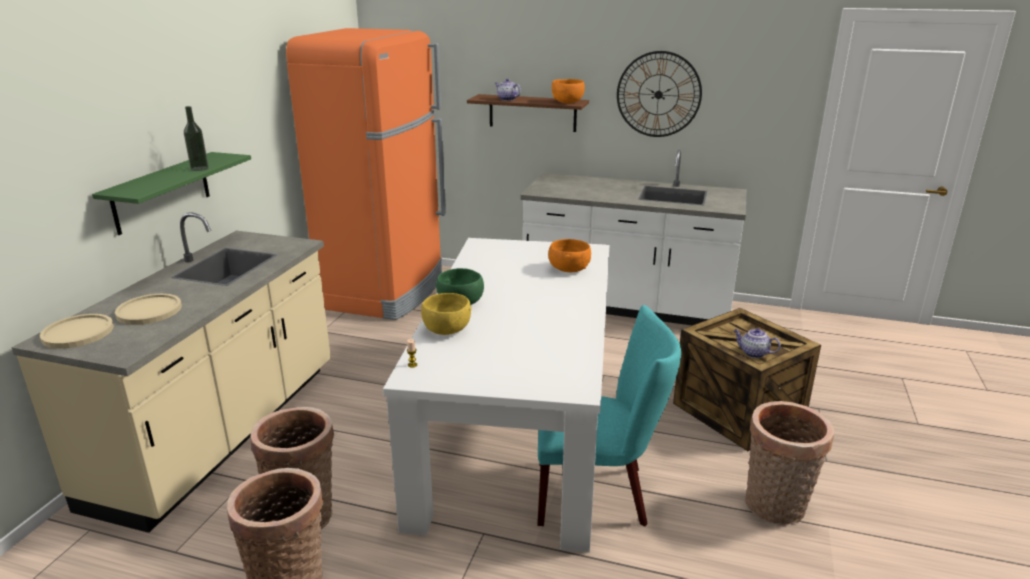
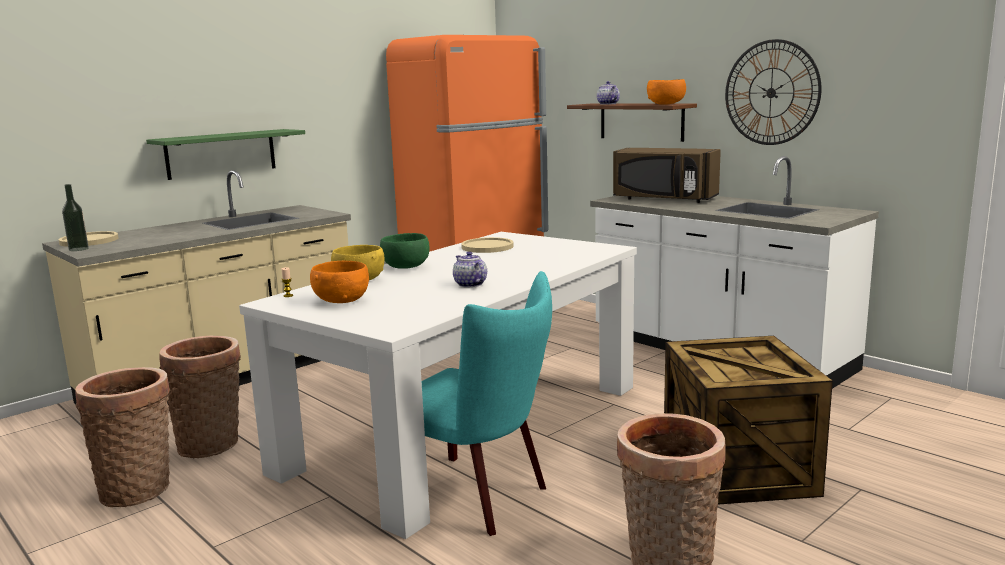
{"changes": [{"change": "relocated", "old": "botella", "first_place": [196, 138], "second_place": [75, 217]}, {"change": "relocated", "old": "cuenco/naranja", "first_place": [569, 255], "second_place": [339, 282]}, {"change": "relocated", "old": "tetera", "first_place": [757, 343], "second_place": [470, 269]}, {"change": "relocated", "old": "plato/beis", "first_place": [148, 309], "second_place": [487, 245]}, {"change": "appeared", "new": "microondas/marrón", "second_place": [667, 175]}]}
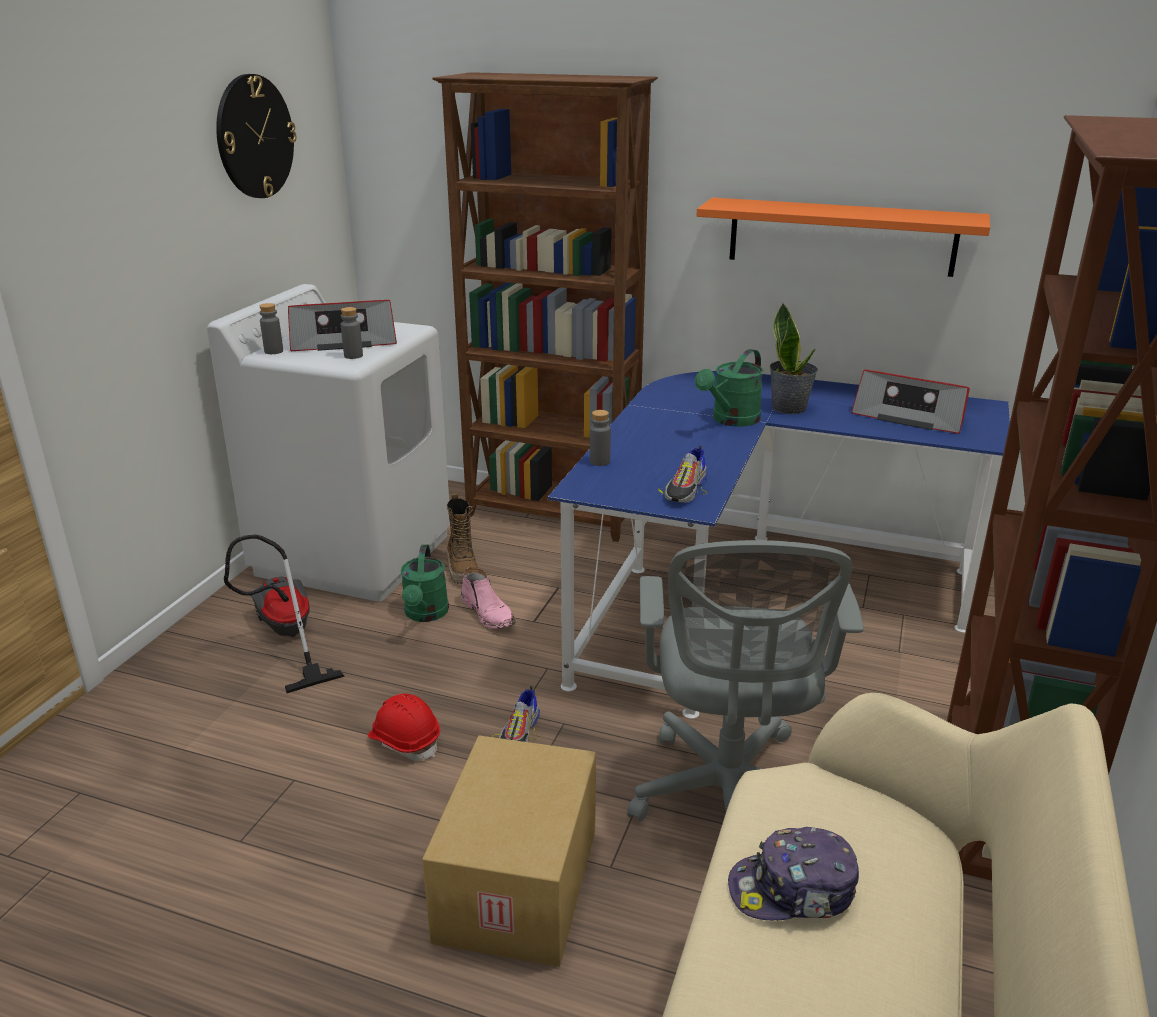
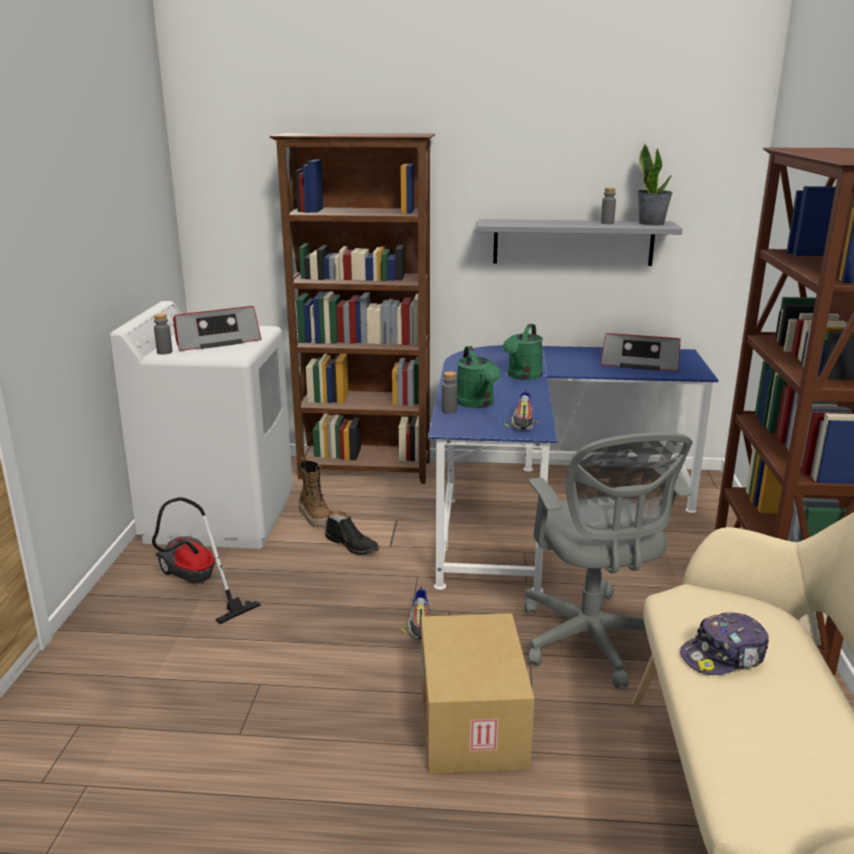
{"changes": [{"change": "colour", "old": "bota/rosa", "new": "bota/negro", "first_place": [488, 598], "second_place": [352, 533]}, {"change": "relocated", "old": "regadera/verde", "first_place": [425, 583], "second_place": [478, 377]}, {"change": "colour", "old": "estante/naranja", "new": "estante/gris", "first_place": [843, 237], "second_place": [580, 242]}, {"change": "relocated", "old": "botella/gris", "first_place": [352, 333], "second_place": [608, 206]}, {"change": "relocated", "old": "planta en maceta", "first_place": [793, 358], "second_place": [655, 185]}, {"change": "missing", "old": "reloj de pared", "first_place": [256, 136]}, {"change": "missing", "old": "casco/rojo", "first_place": [404, 727]}]}
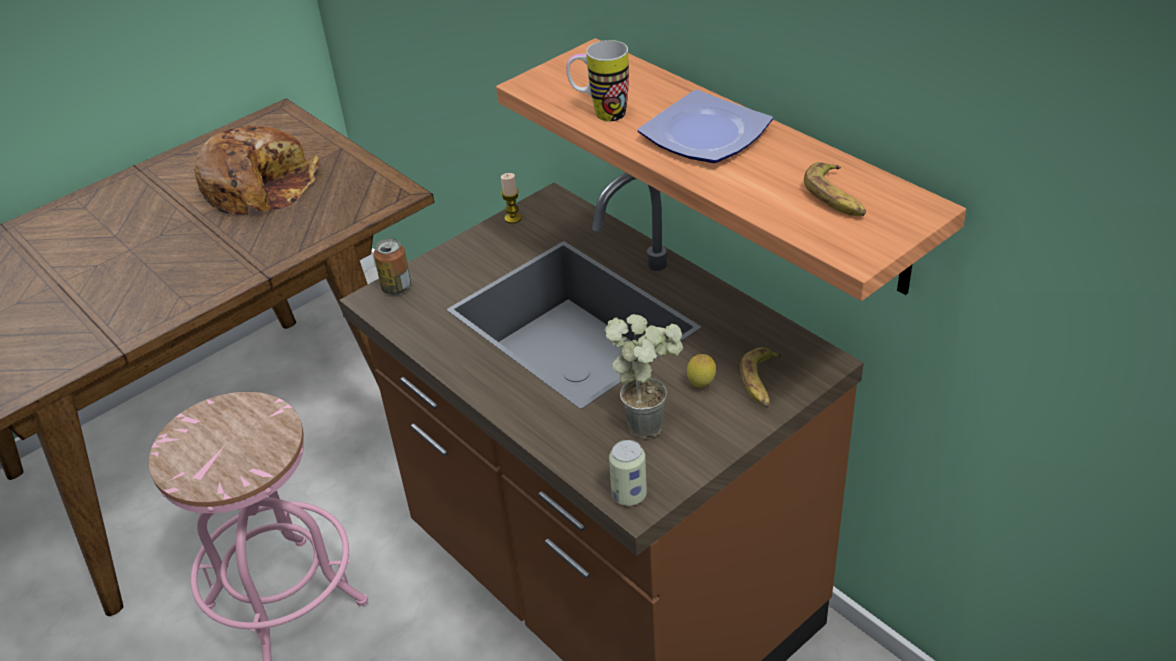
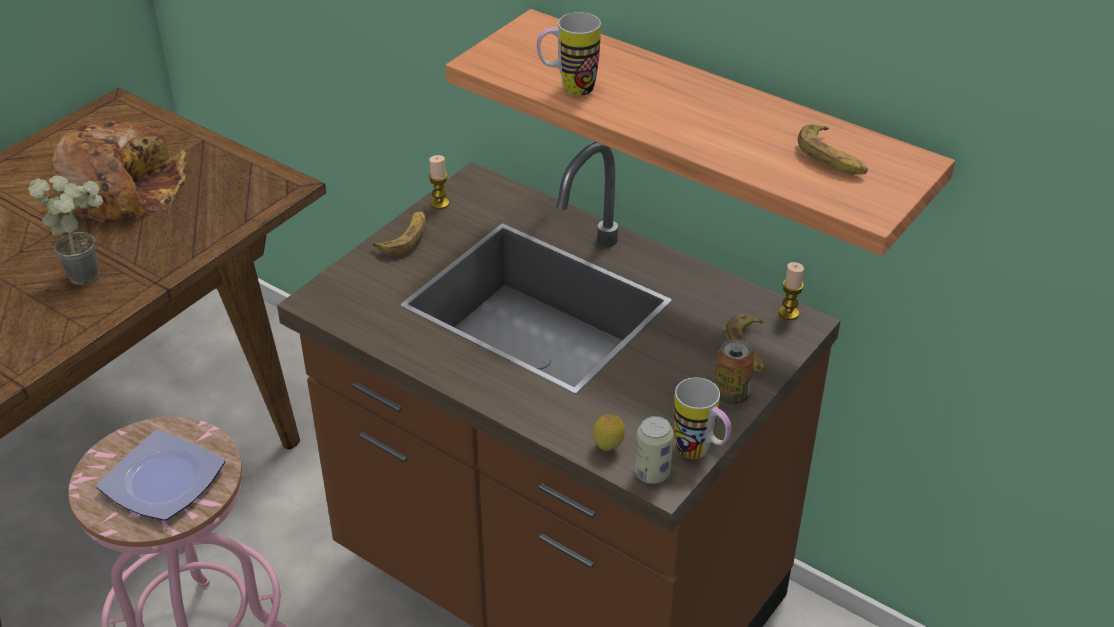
{"changes": [{"change": "relocated", "old": "planta en maceta", "first_place": [644, 376], "second_place": [65, 230]}, {"change": "relocated", "old": "plato", "first_place": [705, 126], "second_place": [160, 475]}, {"change": "appeared", "new": "plátano", "second_place": [399, 233]}, {"change": "relocated", "old": "limón", "first_place": [701, 371], "second_place": [609, 432]}, {"change": "appeared", "new": "taza grande", "second_place": [702, 418]}, {"change": "relocated", "old": "lata", "first_place": [392, 266], "second_place": [734, 371]}, {"change": "appeared", "new": "vela", "second_place": [791, 291]}]}
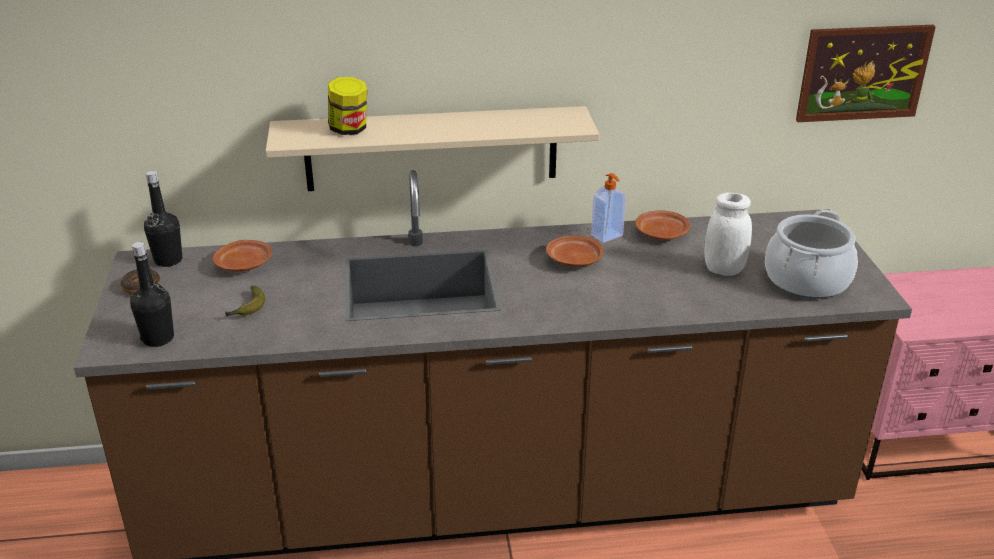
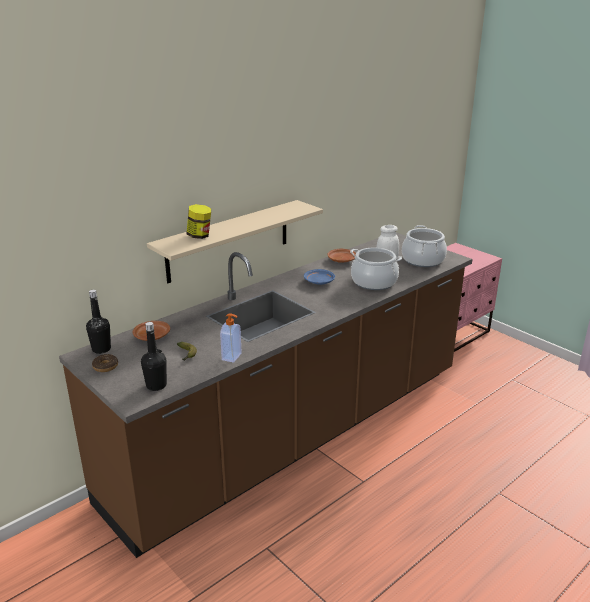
{"changes": [{"change": "relocated", "old": "dispensador de jabón", "first_place": [608, 208], "second_place": [230, 338]}, {"change": "colour", "old": "plato/marrón", "new": "plato/azul", "first_place": [575, 251], "second_place": [319, 277]}, {"change": "appeared", "new": "olla", "second_place": [376, 269]}, {"change": "missing", "old": "cuadro", "first_place": [866, 73]}]}
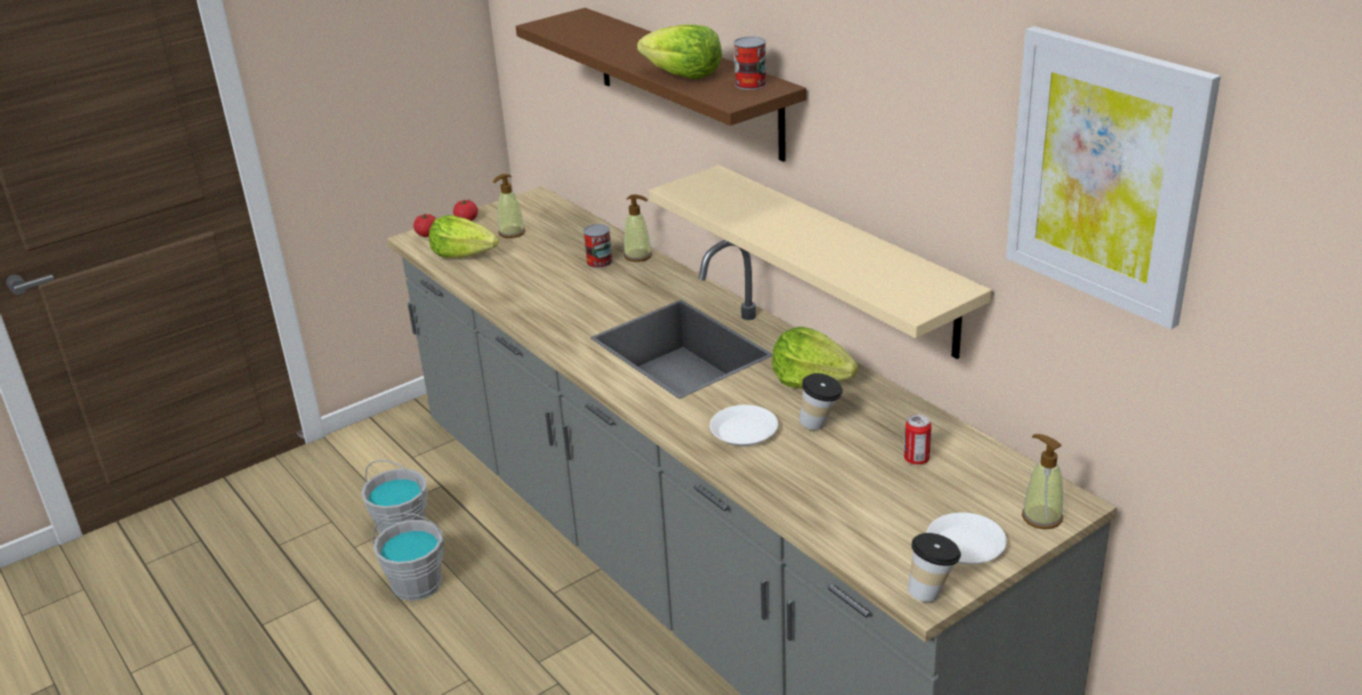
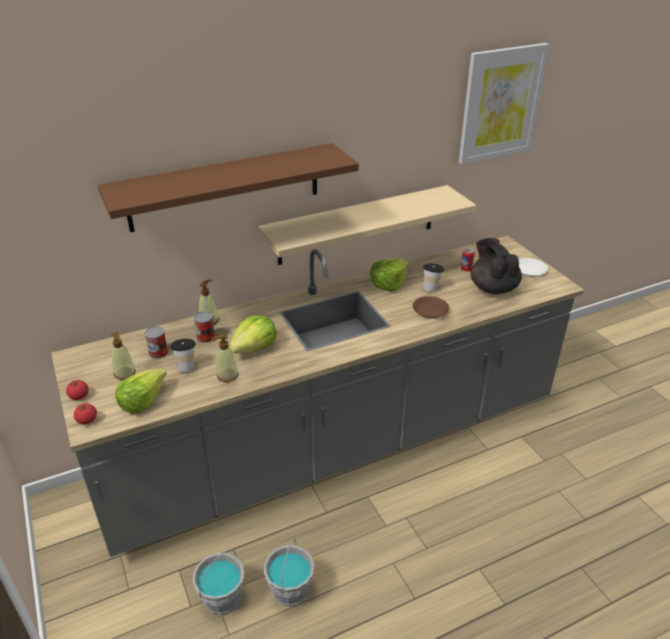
{"changes": [{"change": "relocated", "old": "lata", "first_place": [750, 63], "second_place": [156, 342]}, {"change": "relocated", "old": "taza", "first_place": [934, 567], "second_place": [182, 355]}, {"change": "relocated", "old": "dispensador de jabón", "first_place": [1042, 481], "second_place": [224, 358]}, {"change": "relocated", "old": "lechuga", "first_place": [679, 52], "second_place": [253, 334]}, {"change": "colour", "old": "plato/blanco", "new": "plato/marrón", "first_place": [744, 425], "second_place": [431, 307]}, {"change": "appeared", "new": "tetera/negro", "second_place": [496, 266]}]}
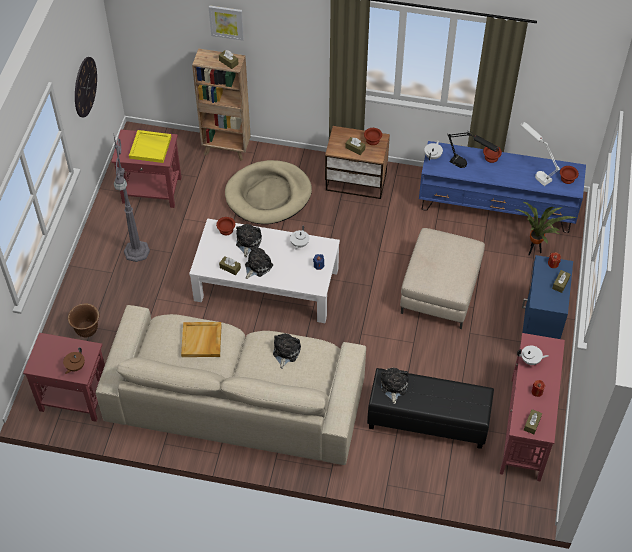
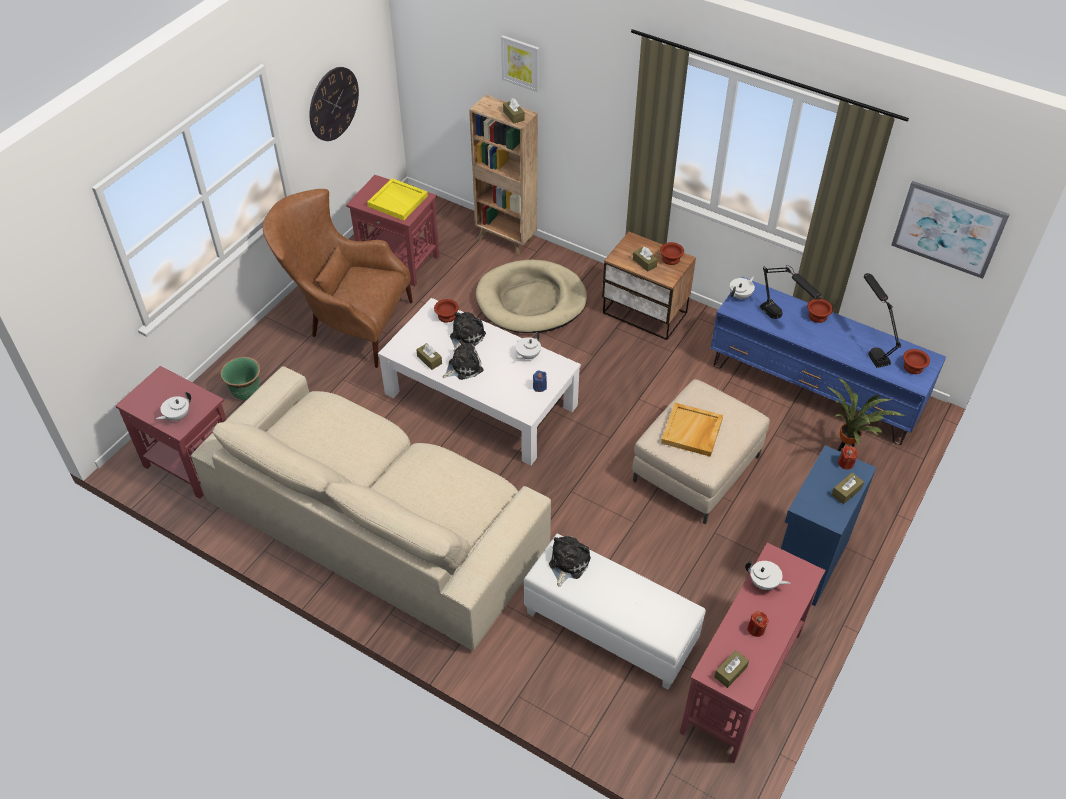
{"changes": [{"change": "colour", "old": "tetera/marrón", "new": "tetera/blanco", "first_place": [74, 360], "second_place": [173, 406]}, {"change": "colour", "old": "maceta/marrón", "new": "maceta/verde", "first_place": [84, 320], "second_place": [240, 378]}, {"change": "exchanged", "old": "lámpara de pie/gris", "new": "sillón/marrón", "first_place": [132, 199], "second_place": [338, 278]}, {"change": "colour", "old": "puf/negro", "new": "puf/blanco", "first_place": [430, 408], "second_place": [615, 611]}, {"change": "relocated", "old": "bandeja/beis", "first_place": [201, 339], "second_place": [692, 430]}, {"change": "colour", "old": "lámpara de mesa/blanco", "new": "lámpara de mesa/negro", "first_place": [540, 154], "second_place": [882, 320]}, {"change": "appeared", "new": "cuadro", "second_place": [950, 230]}, {"change": "missing", "old": "peluche", "first_place": [287, 351]}]}
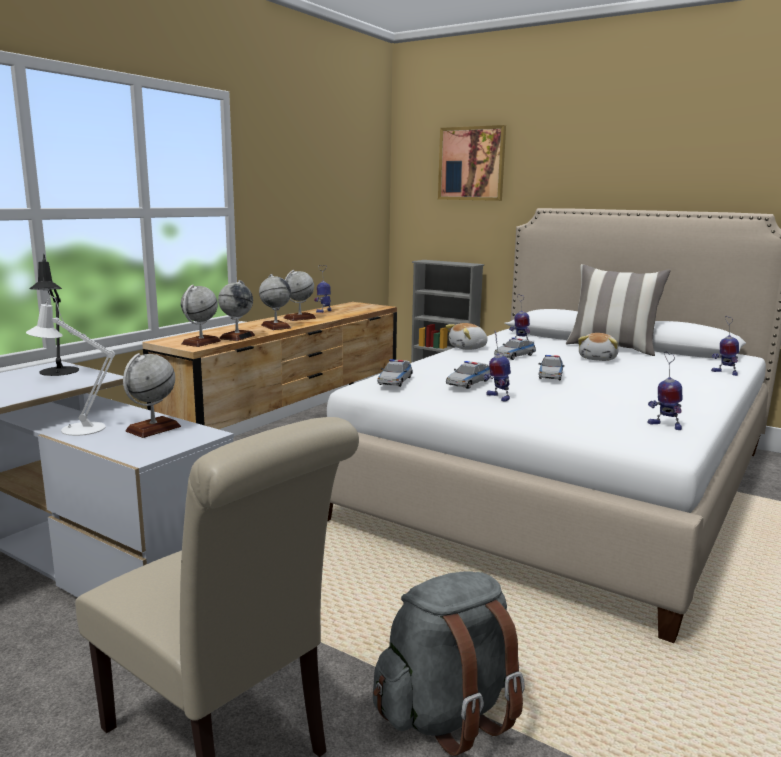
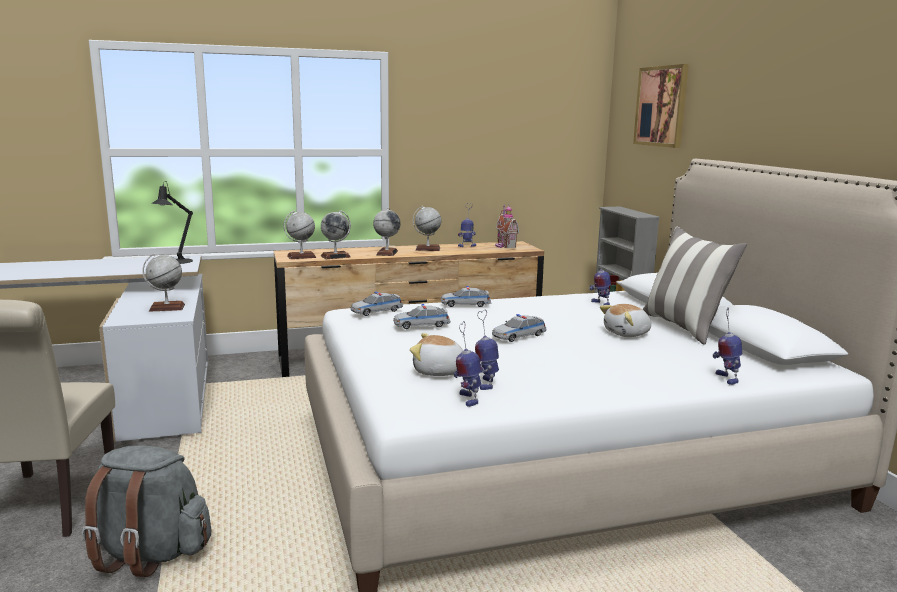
{"changes": [{"change": "relocated", "old": "peluche", "first_place": [466, 336], "second_place": [437, 354]}, {"change": "relocated", "old": "coche de juguete", "first_place": [515, 348], "second_place": [466, 296]}, {"change": "relocated", "old": "robot de juguete", "first_place": [497, 366], "second_place": [487, 350]}, {"change": "appeared", "new": "casita", "second_place": [507, 226]}, {"change": "missing", "old": "lámpara de mesa/blanco", "first_place": [70, 366]}]}
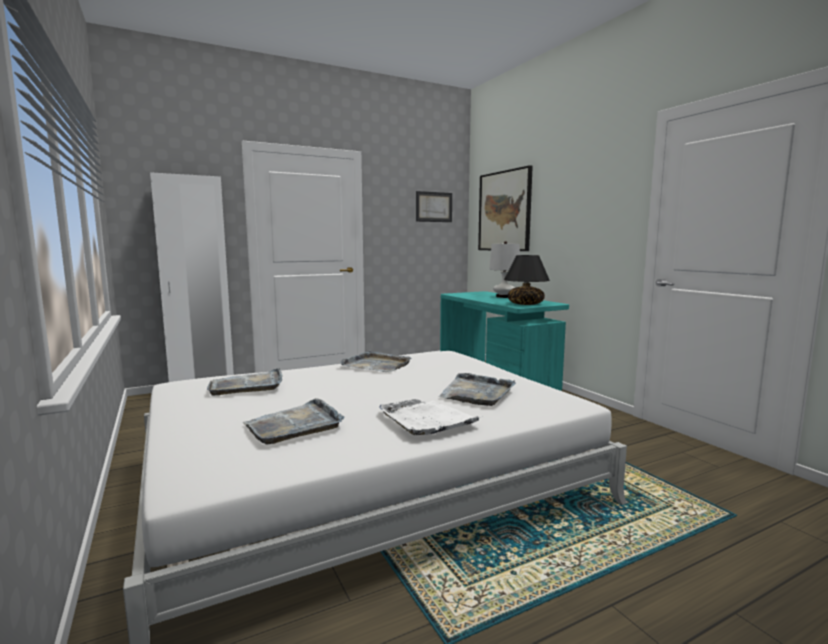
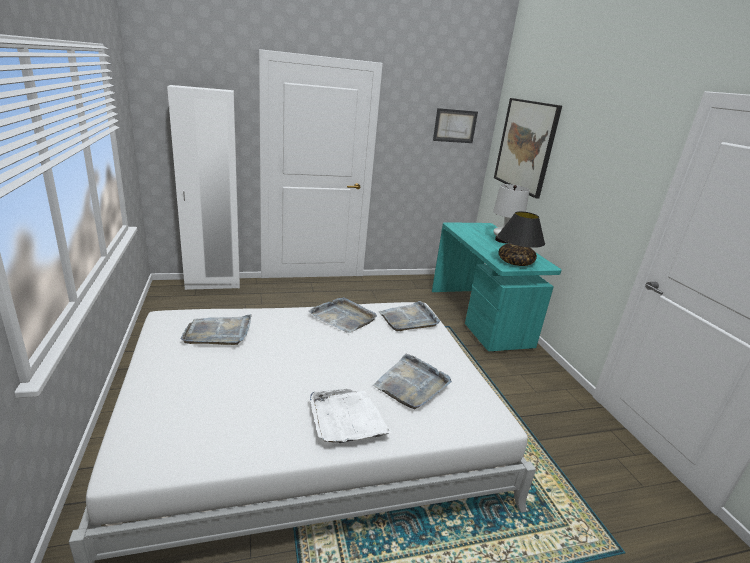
{"changes": [{"change": "relocated", "old": "bandeja/gris", "first_place": [294, 421], "second_place": [409, 316]}]}
